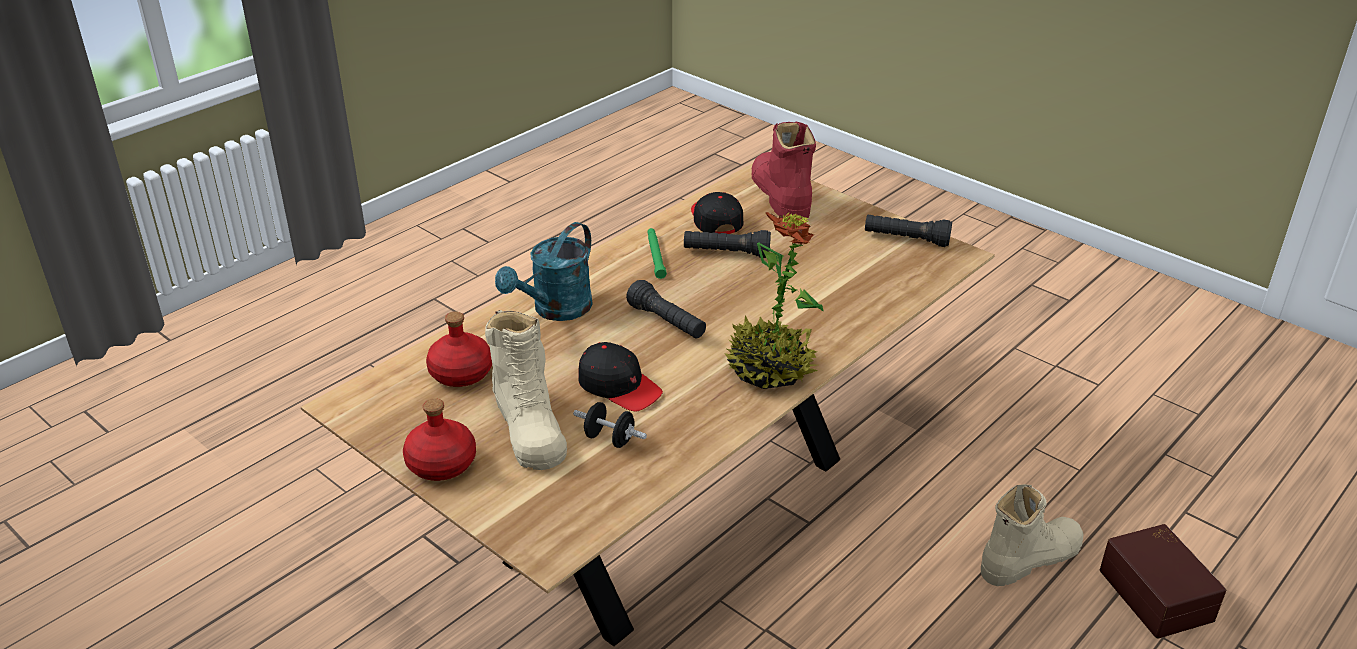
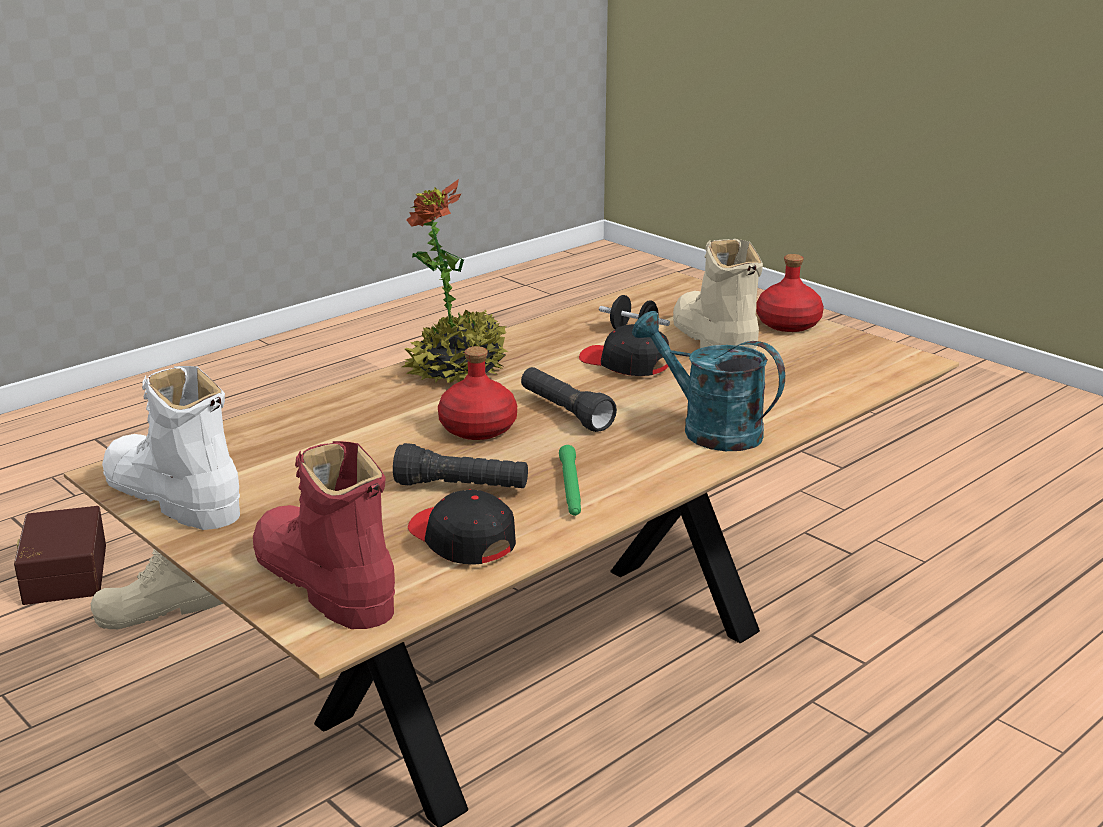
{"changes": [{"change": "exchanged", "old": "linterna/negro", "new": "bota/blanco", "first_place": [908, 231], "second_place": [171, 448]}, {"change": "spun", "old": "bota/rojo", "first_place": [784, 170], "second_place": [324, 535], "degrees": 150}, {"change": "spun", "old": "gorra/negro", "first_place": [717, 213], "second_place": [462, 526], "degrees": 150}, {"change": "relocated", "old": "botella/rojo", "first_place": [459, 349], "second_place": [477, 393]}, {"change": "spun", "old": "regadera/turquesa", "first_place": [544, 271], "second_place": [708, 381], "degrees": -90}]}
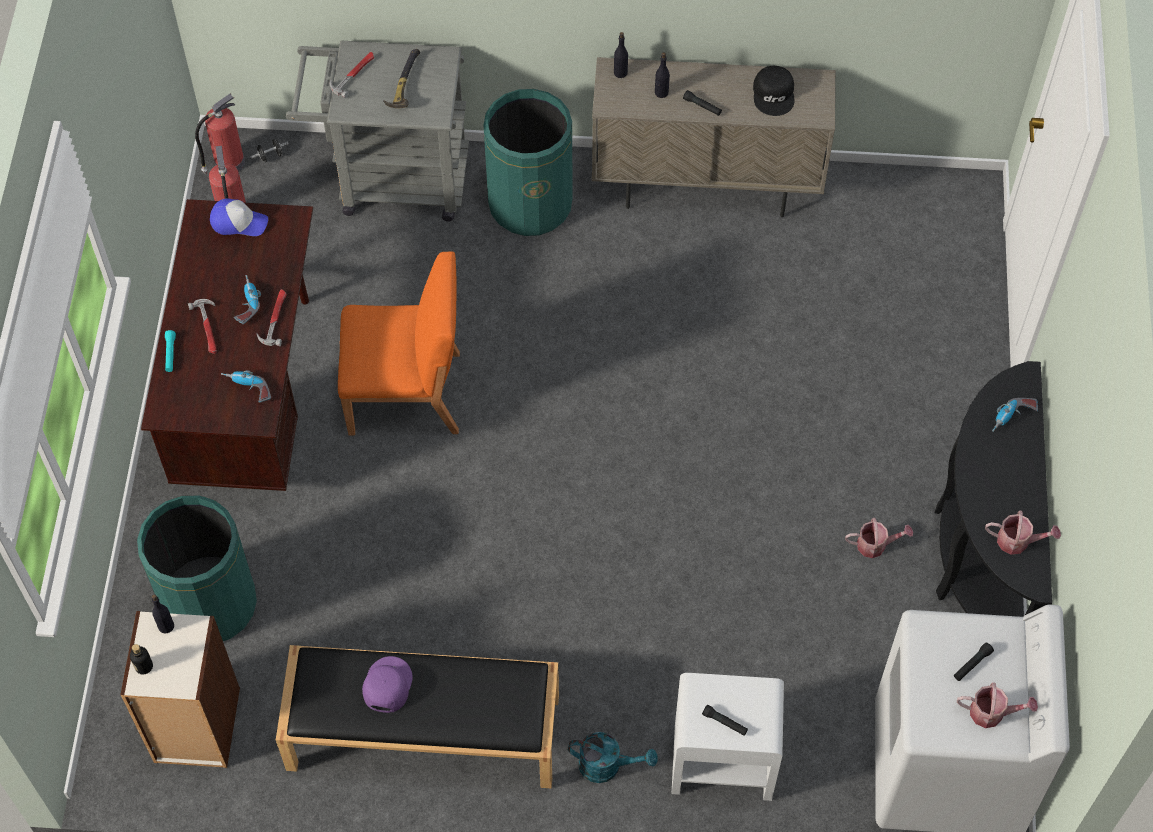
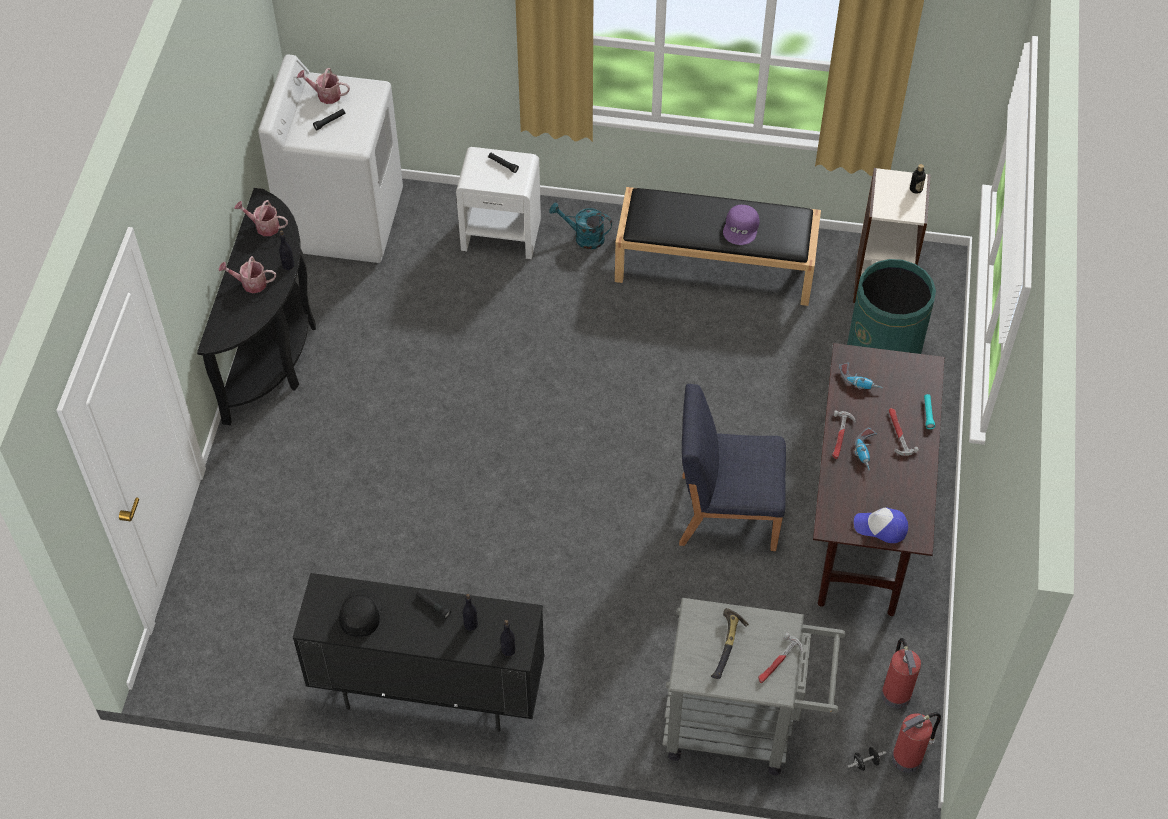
{"changes": [{"change": "relocated", "old": "regadera", "first_place": [879, 538], "second_place": [247, 274]}, {"change": "relocated", "old": "botella/negro", "first_place": [163, 614], "second_place": [287, 250]}, {"change": "colour", "old": "armario/beis", "new": "armario/negro", "first_place": [713, 137], "second_place": [419, 652]}, {"change": "colour", "old": "silla/naranja", "new": "silla/azul", "first_place": [399, 343], "second_place": [732, 467]}, {"change": "missing", "old": "papelera/verde", "first_place": [527, 162]}, {"change": "missing", "old": "taladro", "first_place": [1015, 415]}]}
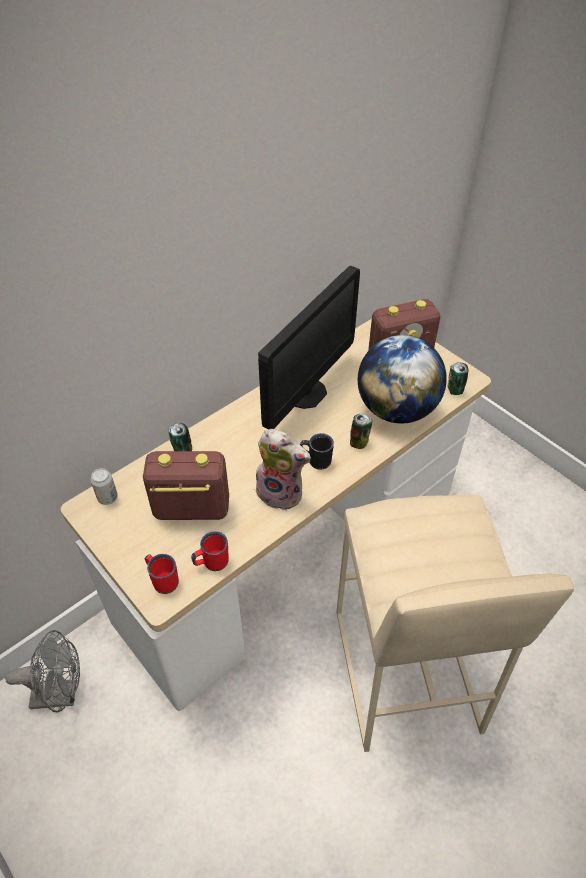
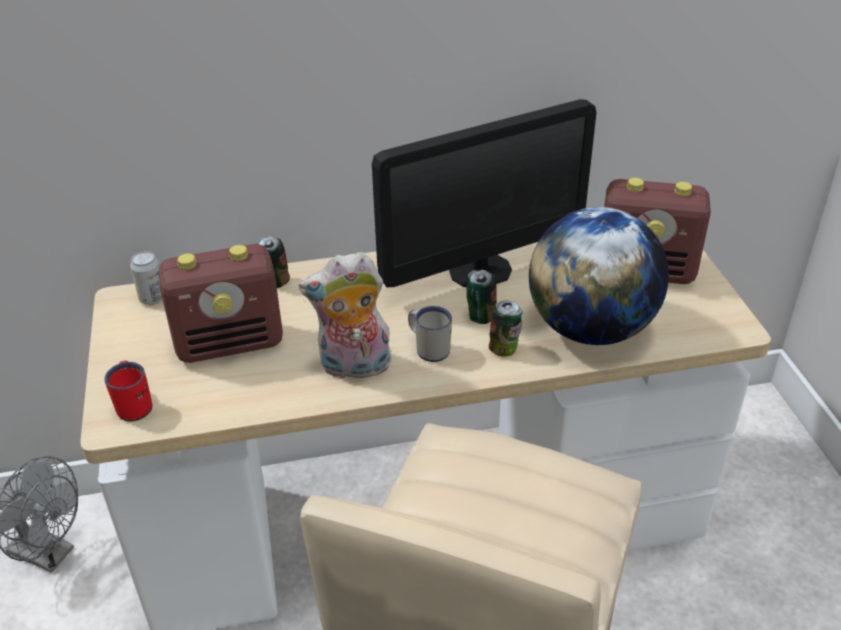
{"changes": [{"change": "spun", "old": "radio", "first_place": [186, 485], "second_place": [220, 303], "degrees": 135}, {"change": "spun", "old": "peluche", "first_place": [283, 470], "second_place": [345, 315], "degrees": 120}, {"change": "colour", "old": "taza grande/negro", "new": "taza grande/blanco", "first_place": [317, 451], "second_place": [430, 334]}, {"change": "relocated", "old": "lata", "first_place": [458, 378], "second_place": [482, 297]}, {"change": "missing", "old": "taza grande/rojo", "first_place": [210, 551]}]}
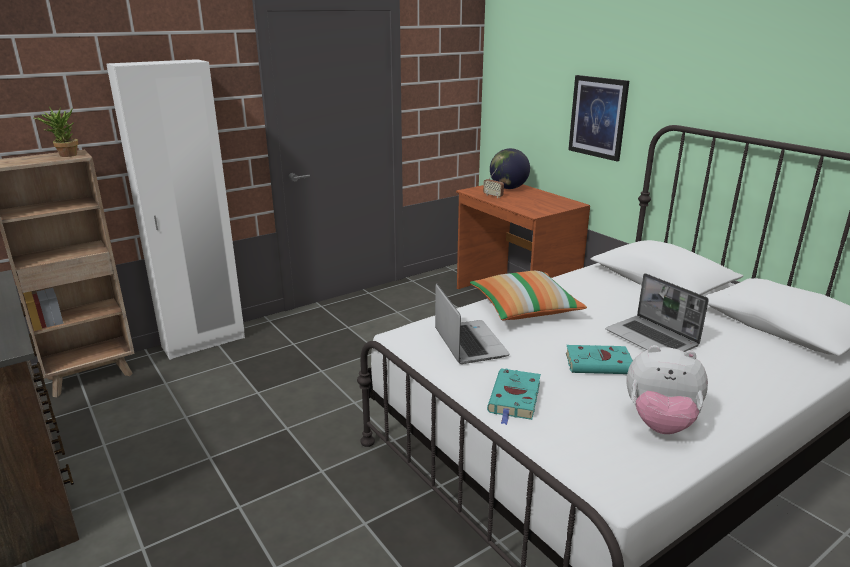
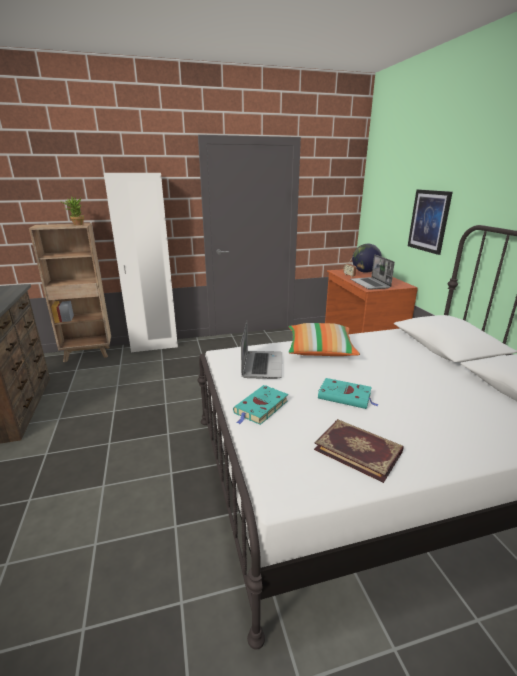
{"changes": [{"change": "exchanged", "old": "peluche", "new": "libro", "first_place": [667, 389], "second_place": [359, 451]}, {"change": "relocated", "old": "portátil", "first_place": [657, 312], "second_place": [372, 272]}]}
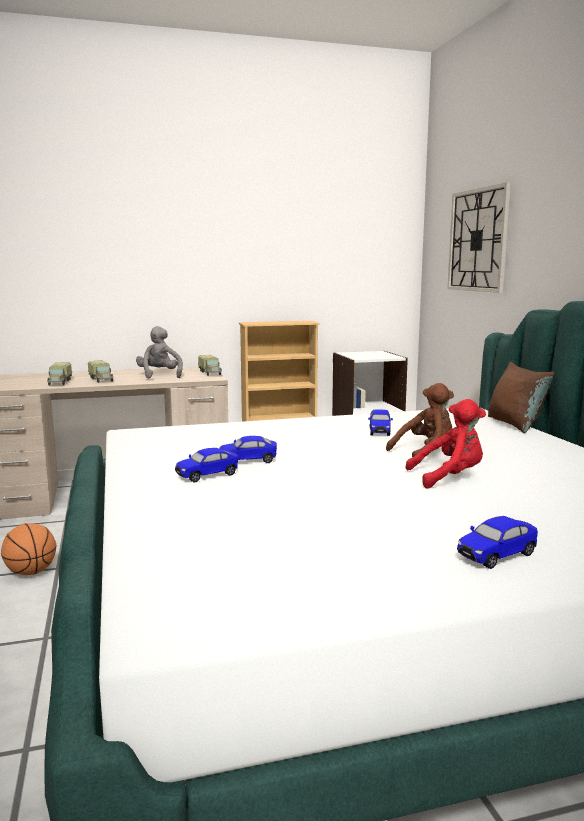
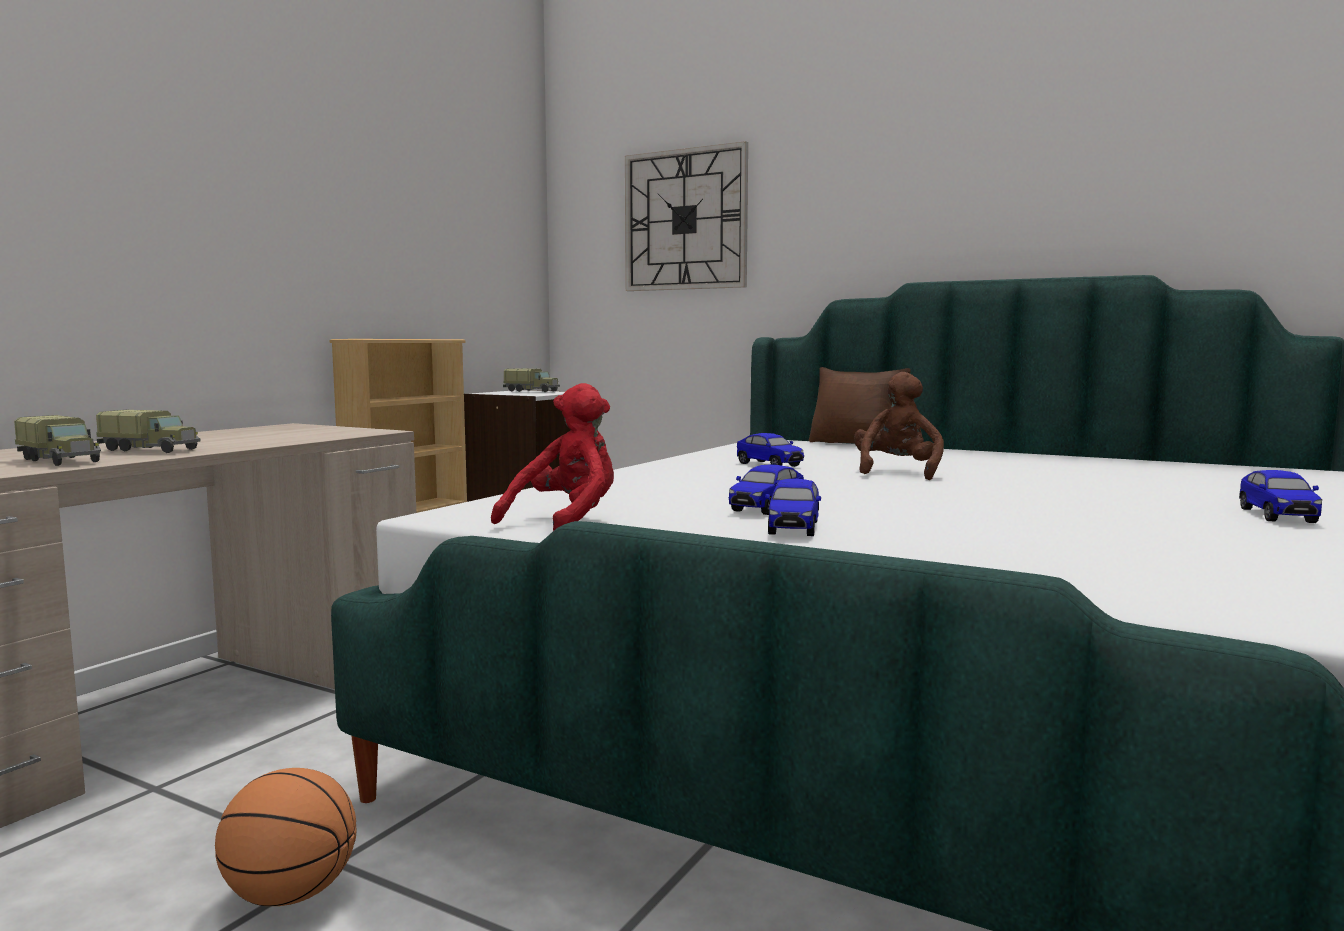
{"changes": [{"change": "relocated", "old": "peluche/rojo", "first_place": [445, 444], "second_place": [552, 457]}, {"change": "relocated", "old": "camión de juguete", "first_place": [210, 365], "second_place": [531, 380]}, {"change": "missing", "old": "peluche/gris", "first_place": [159, 352]}]}
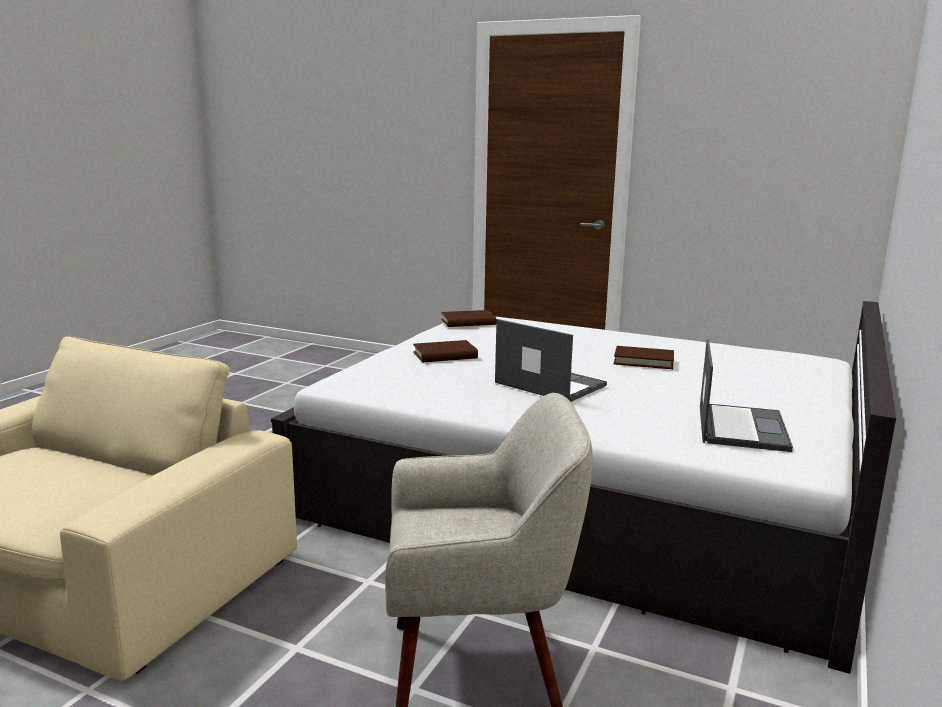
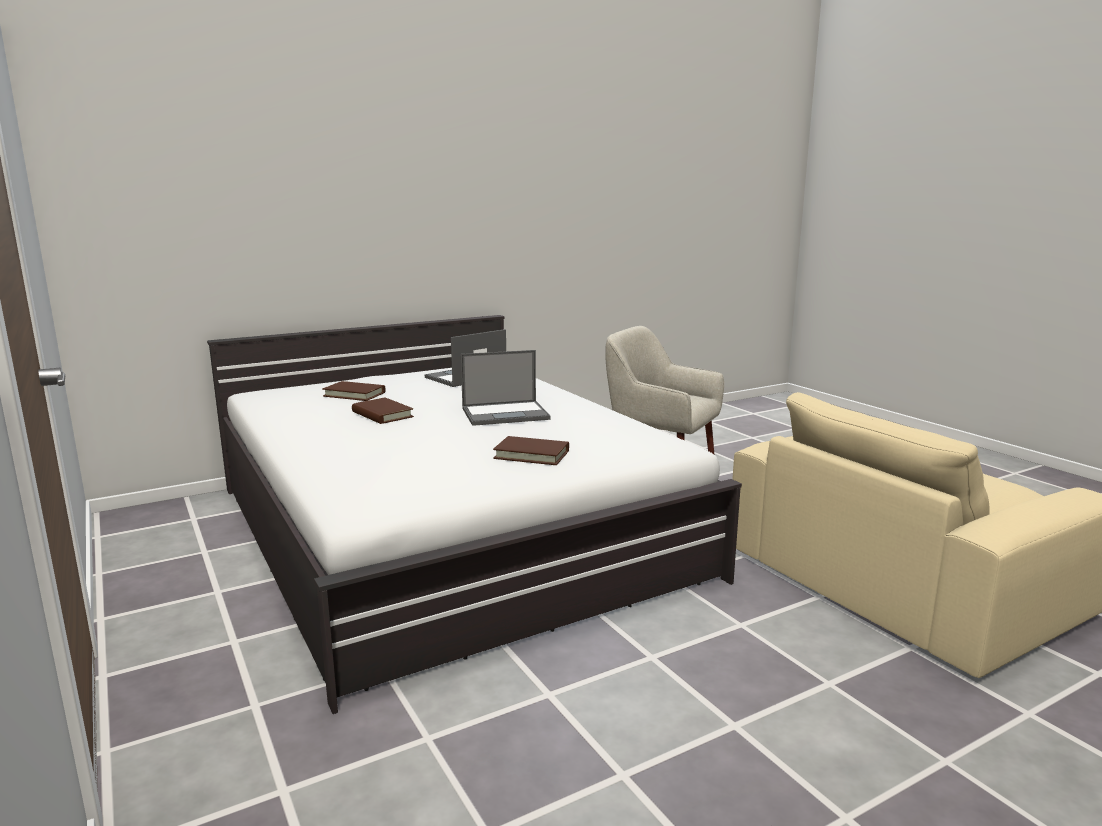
{"changes": [{"change": "relocated", "old": "libro/marrón", "first_place": [468, 318], "second_place": [354, 391]}, {"change": "spun", "old": "portátil", "first_place": [551, 360], "second_place": [506, 388], "degrees": -90}]}
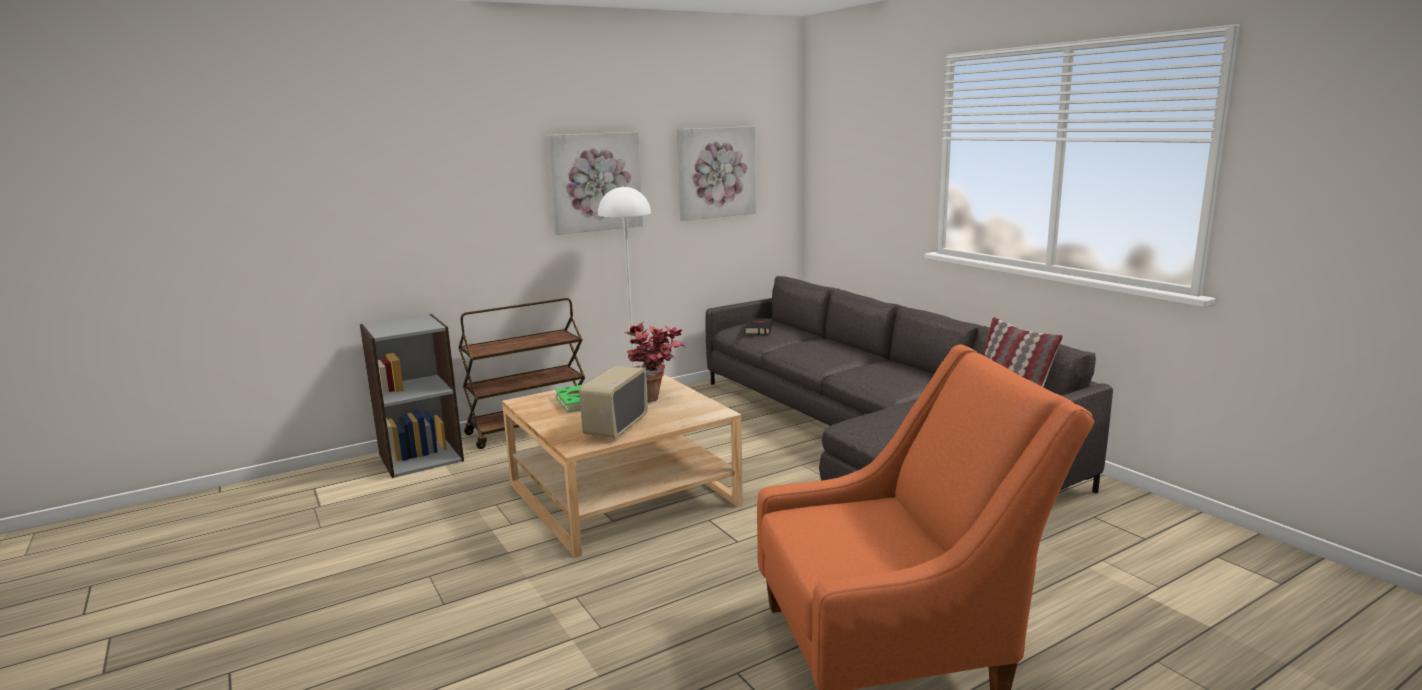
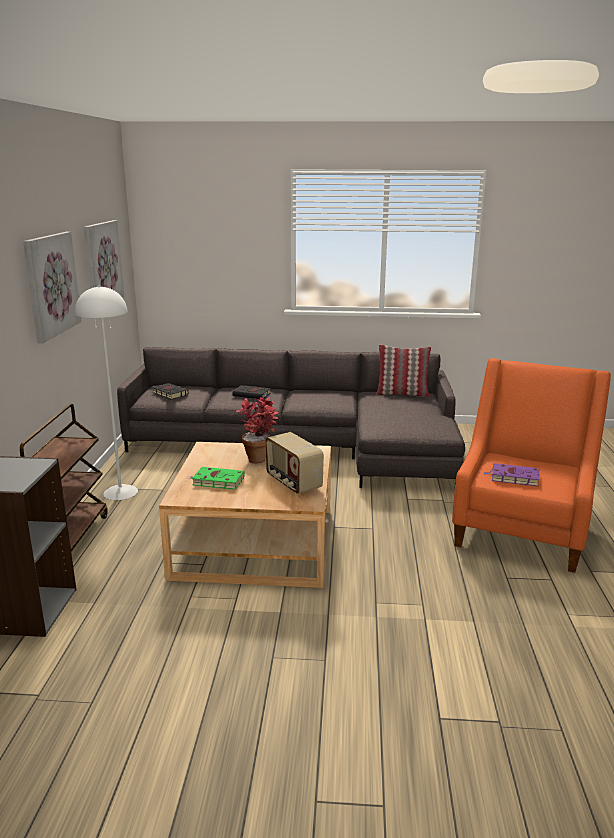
{"changes": [{"change": "appeared", "new": "libro/negro", "second_place": [252, 392]}, {"change": "appeared", "new": "libro/morado", "second_place": [511, 474]}]}
